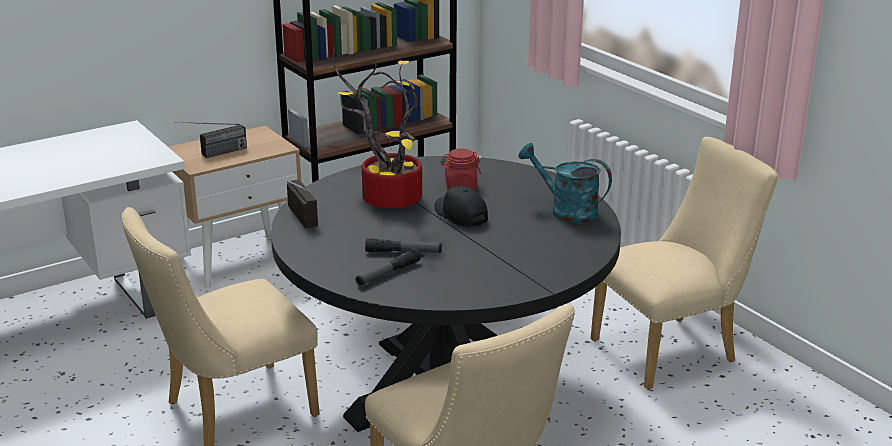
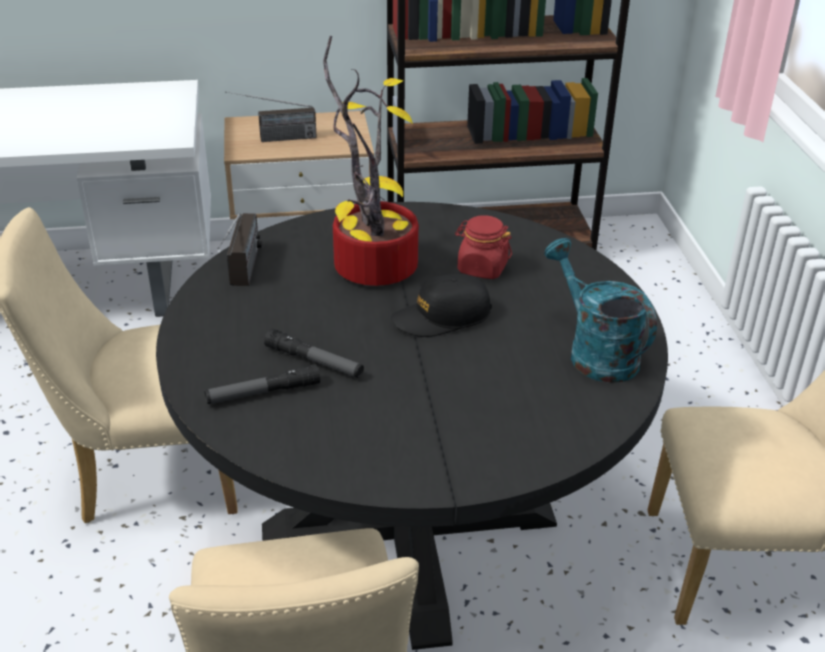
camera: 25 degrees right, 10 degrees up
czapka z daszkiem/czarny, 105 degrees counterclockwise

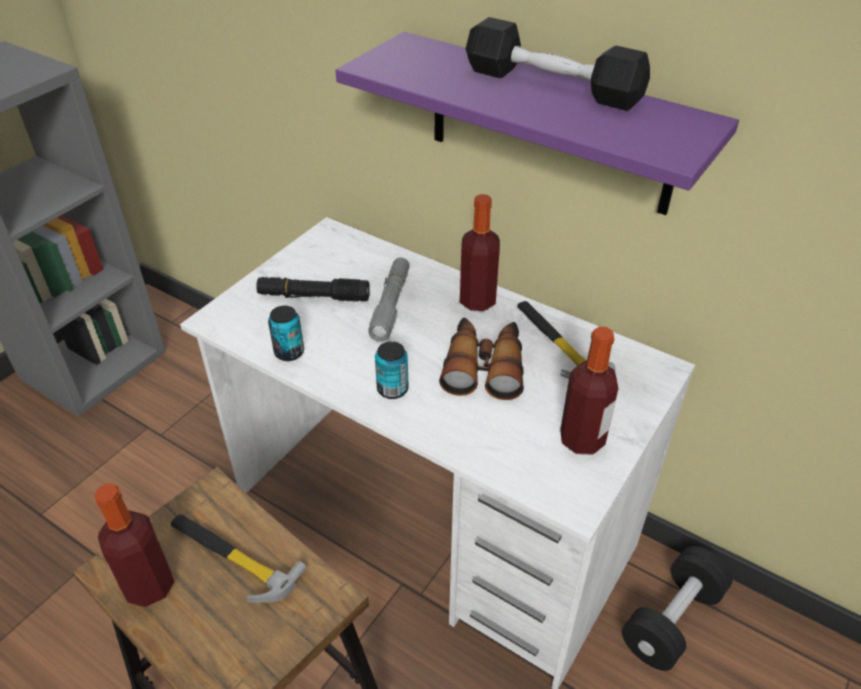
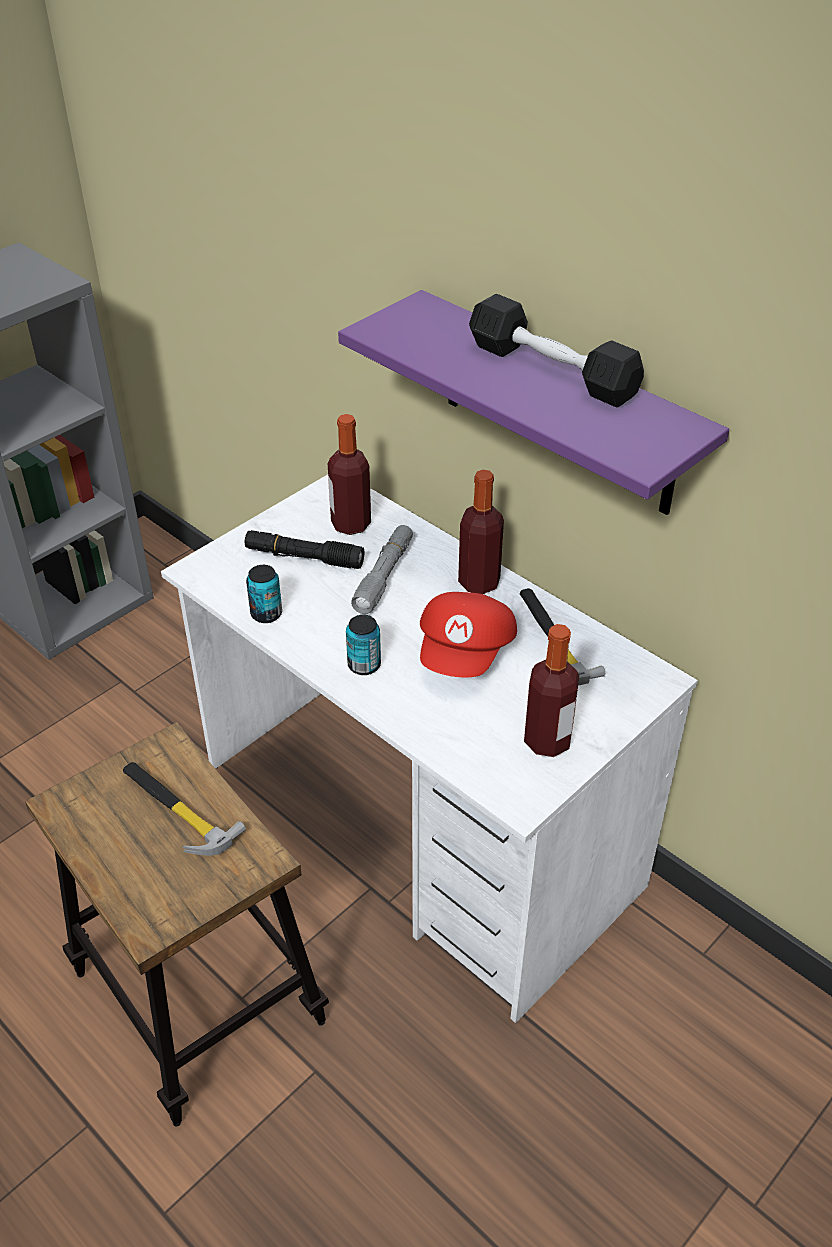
camera: 10 degrees right, 0 degrees up
hantel/czarny (no. 2 from left) → -
butelka (no. 1 from left), relocated
lornetka → czapka z daszkiem/czerwony

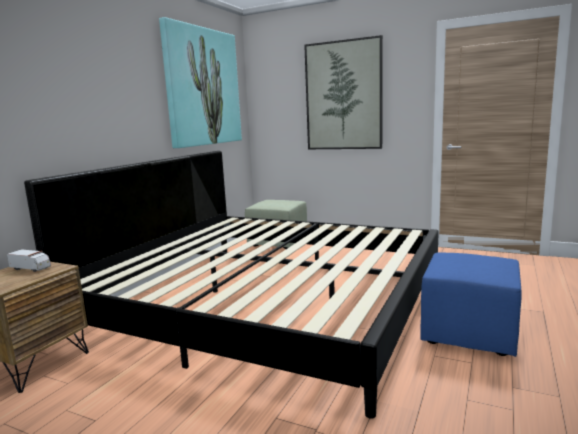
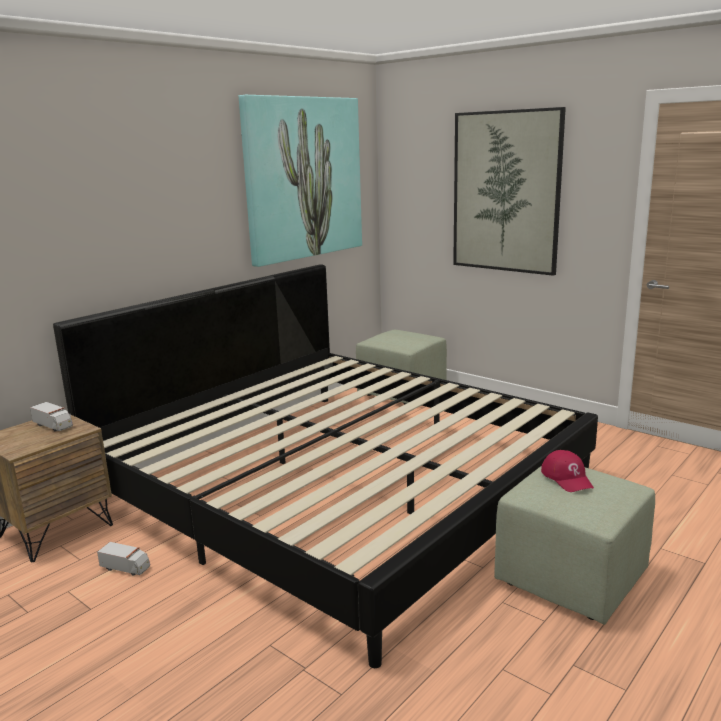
camera: 15 degrees right, 5 degrees up
- → ciężarówka zabawkowa (no. 2 from left)
- → czapka z daszkiem/czerwony
pufa/niebieski → pufa/zielony (no. 2 from left)

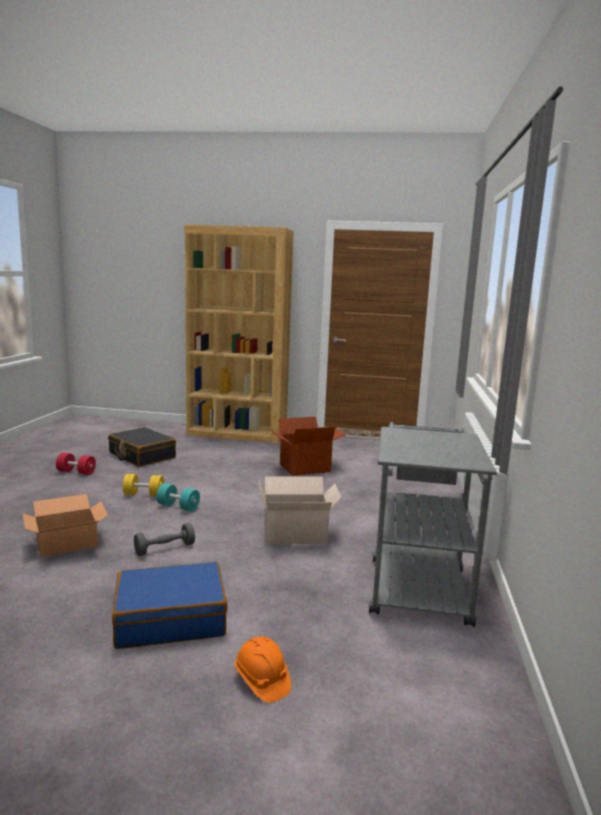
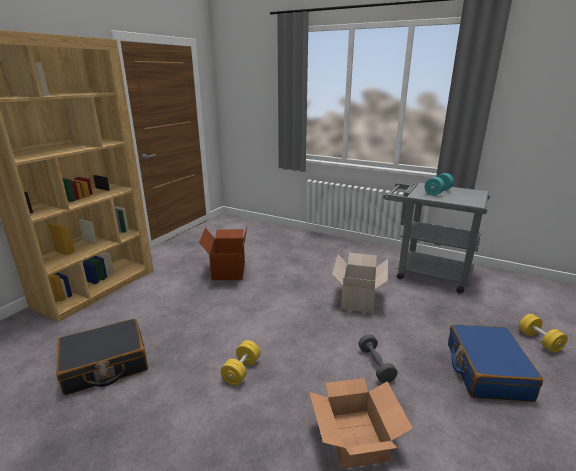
camera: 70 degrees left, 10 degrees up
hantel/czerwony → -
hantel/turkusowy, relocated
kask/pomarańczowy → hantel/żółty (no. 2 from left)

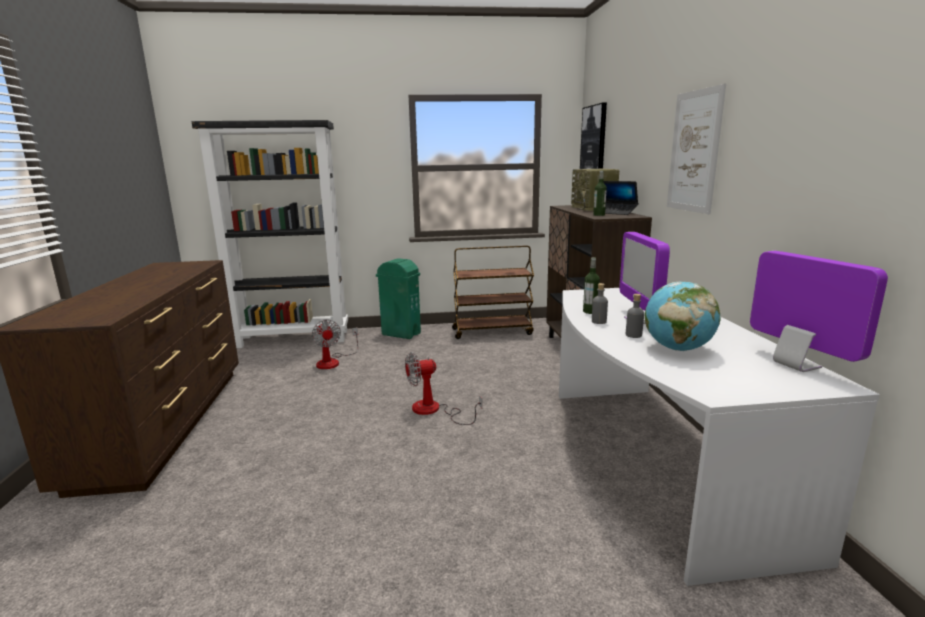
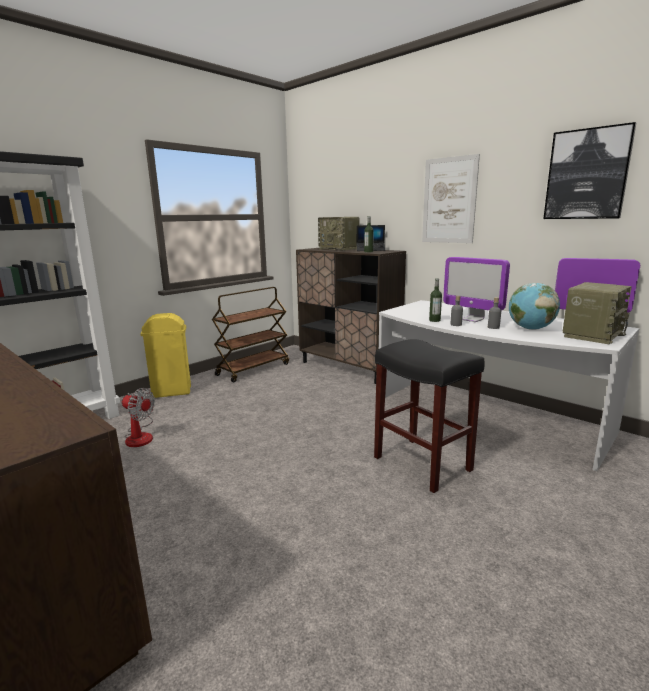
camera: 40 degrees left, 0 degrees up
wentylator (no. 2 from left) → -
- → stołek/czarny
- → radio (no. 2 from left)
obraz (no. 1 from left in the first image) → obraz (no. 2 from left), relocated
kosz na śmieci/zielony → kosz na śmieci/żółty

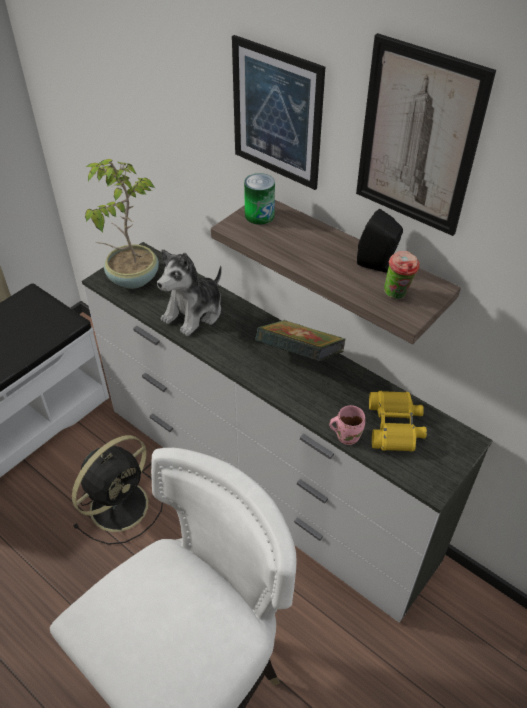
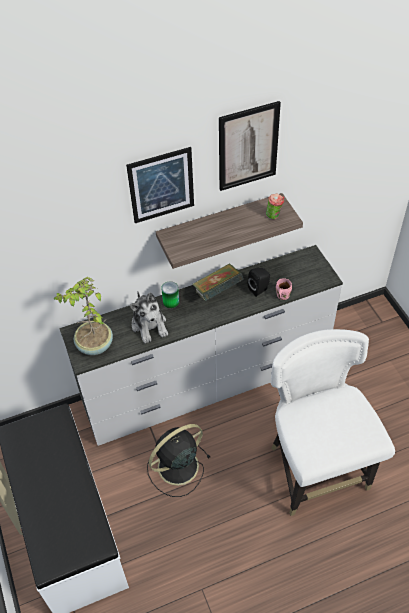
camera: 60 degrees left, 5 degrees up
lornetka/żółty → -
puszka, relocated
głośnik/czarny, relocated
wentylator/czarny, 105 degrees counterclockwise

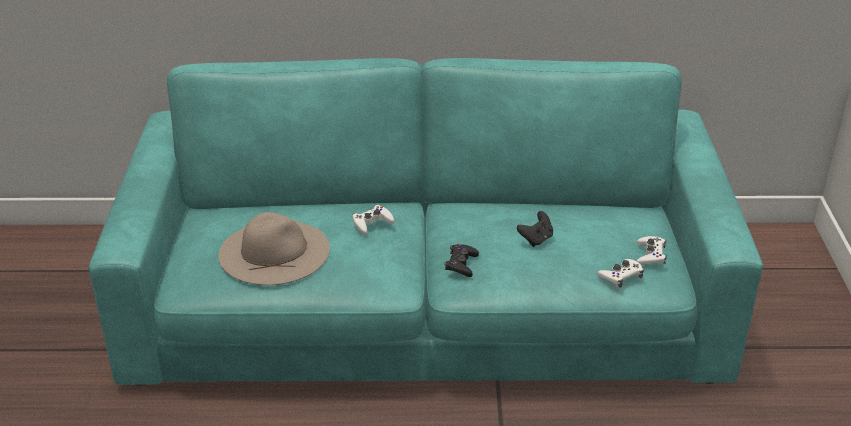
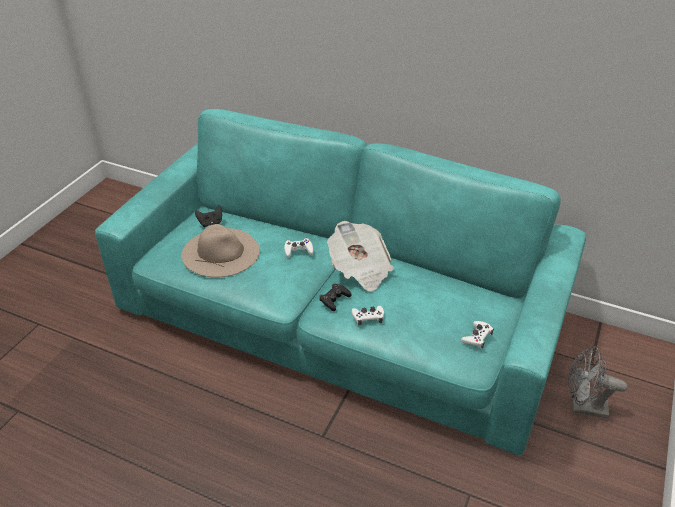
camera: 25 degrees right, 5 degrees up
- → gazeta
- → wentylator/szary
pad do gier/czarny (no. 2 from left in the first image) → pad do gier/czarny (no. 1 from left), relocated
pad do gier/biały (no. 2 from left), relocated

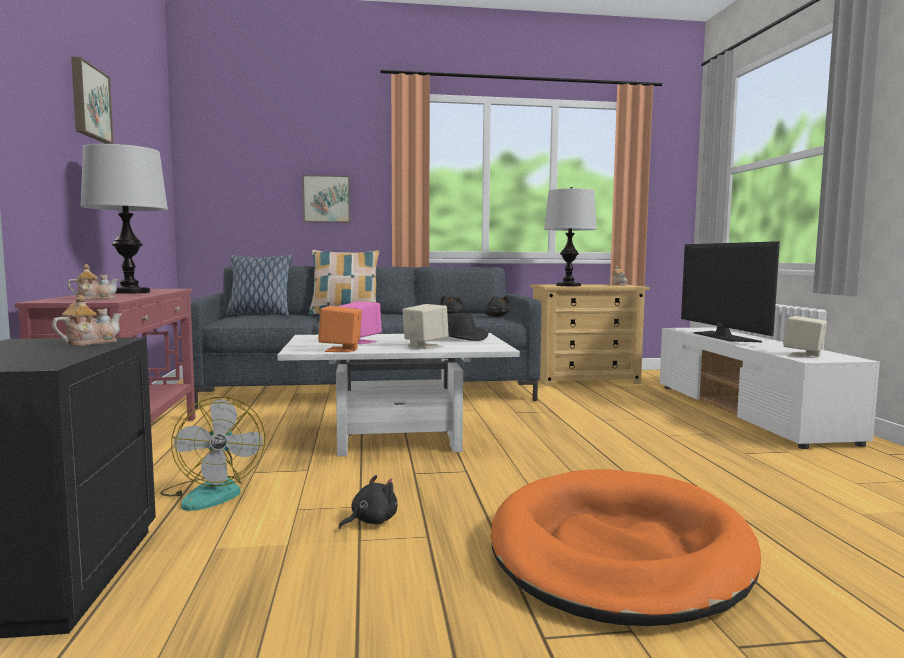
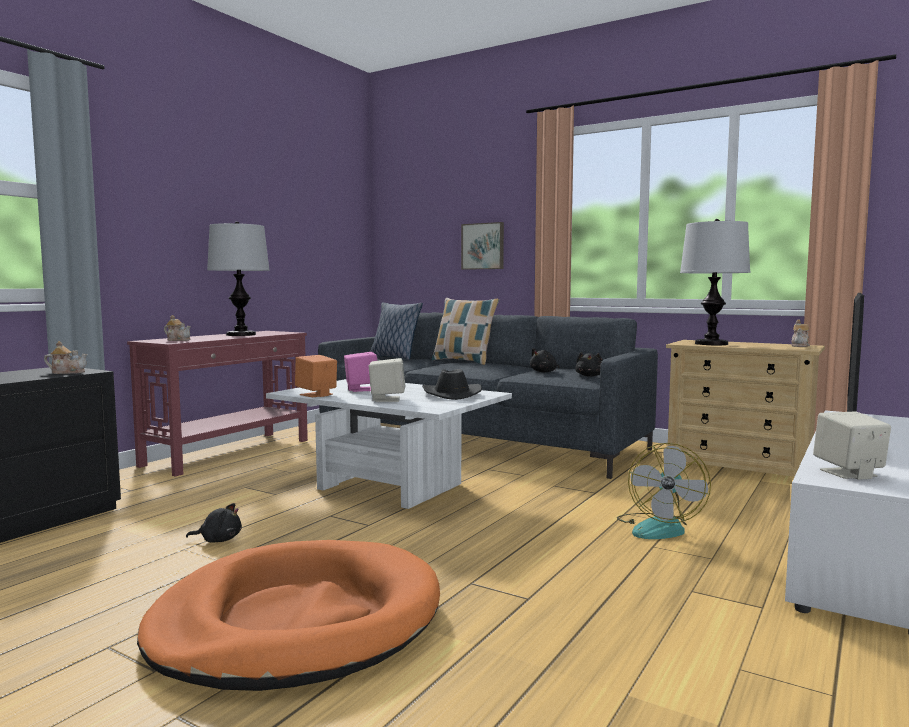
camera: 40 degrees right, 0 degrees up
obraz (no. 1 from left) → -
wentylator, relocated

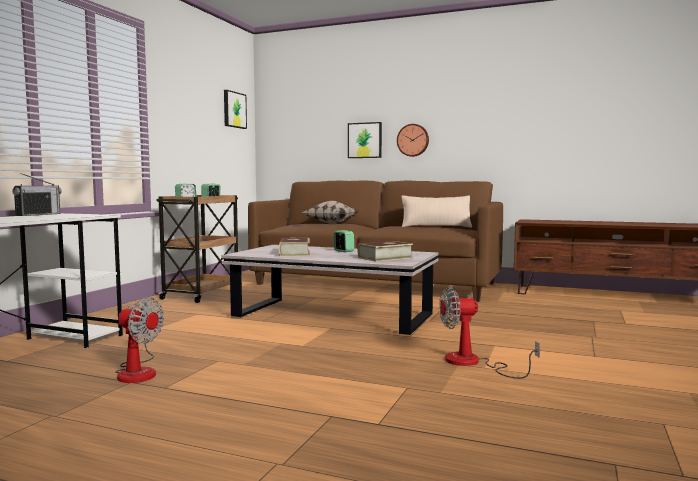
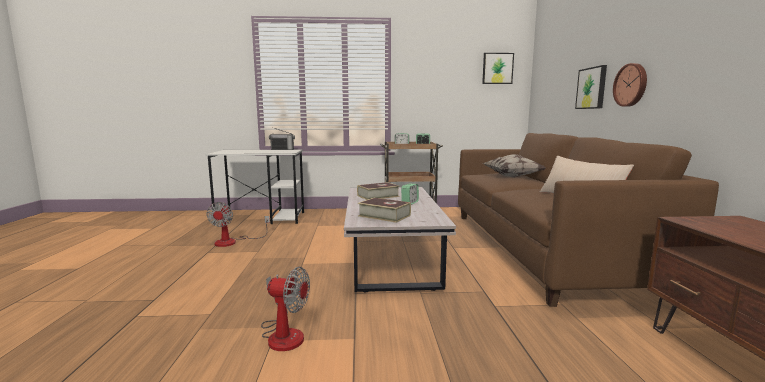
camera: 65 degrees right, 5 degrees up
wentylator (no. 2 from left), 135 degrees clockwise

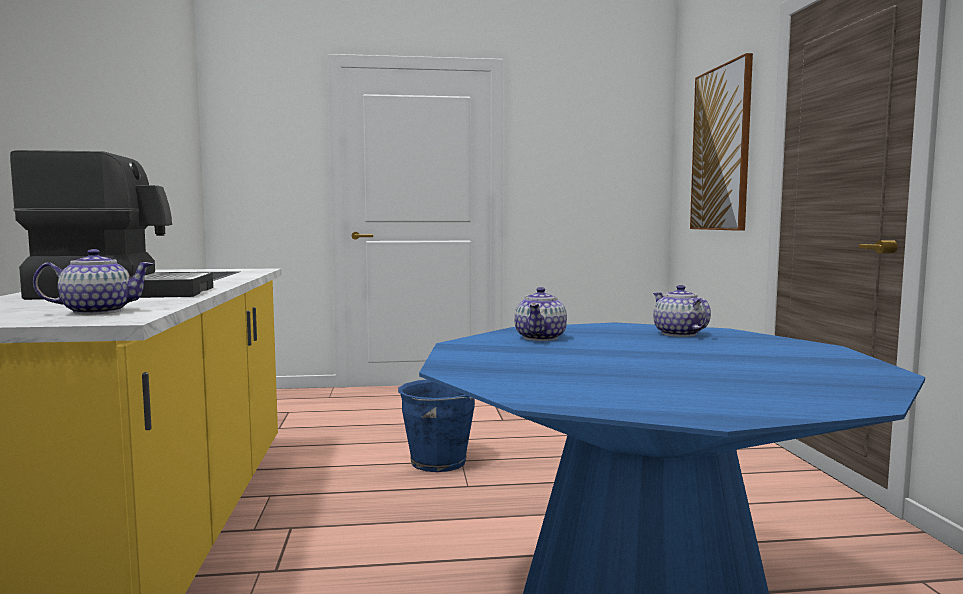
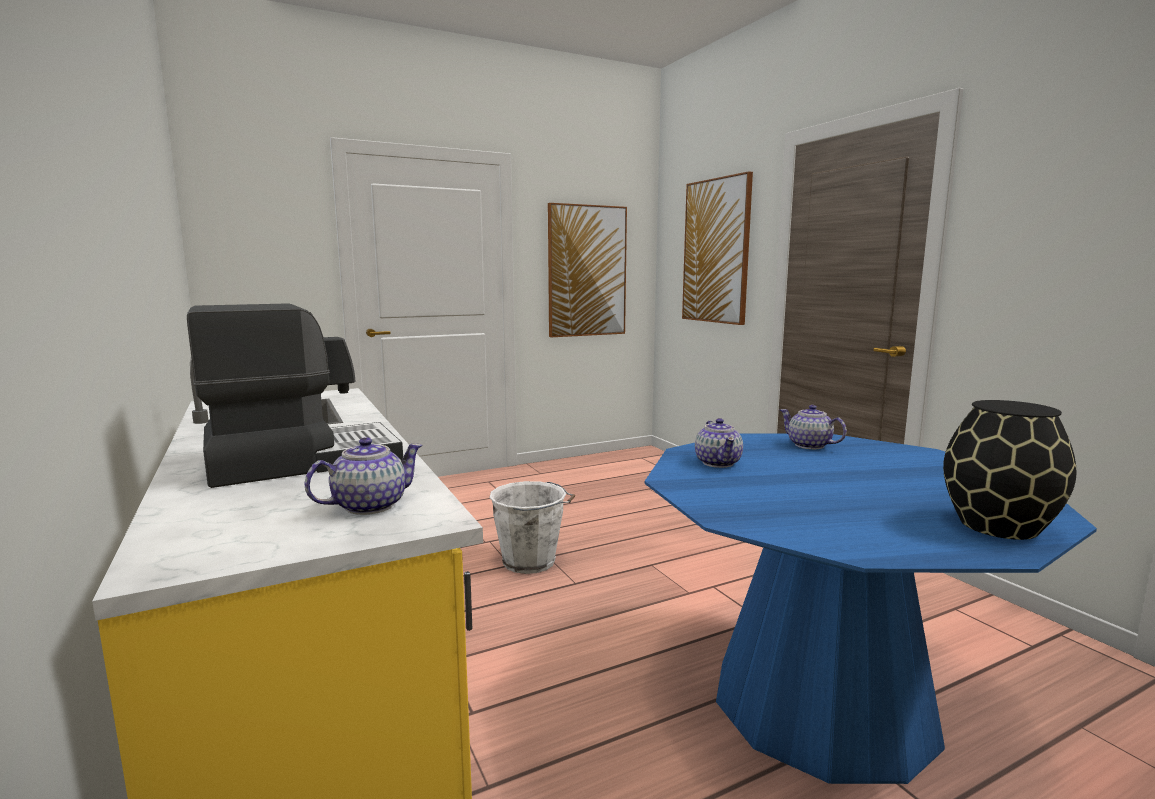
camera: 20 degrees left, 5 degrees up
- → obraz (no. 1 from left)
- → wazon/czarny
wiadro/niebieski → wiadro/biały

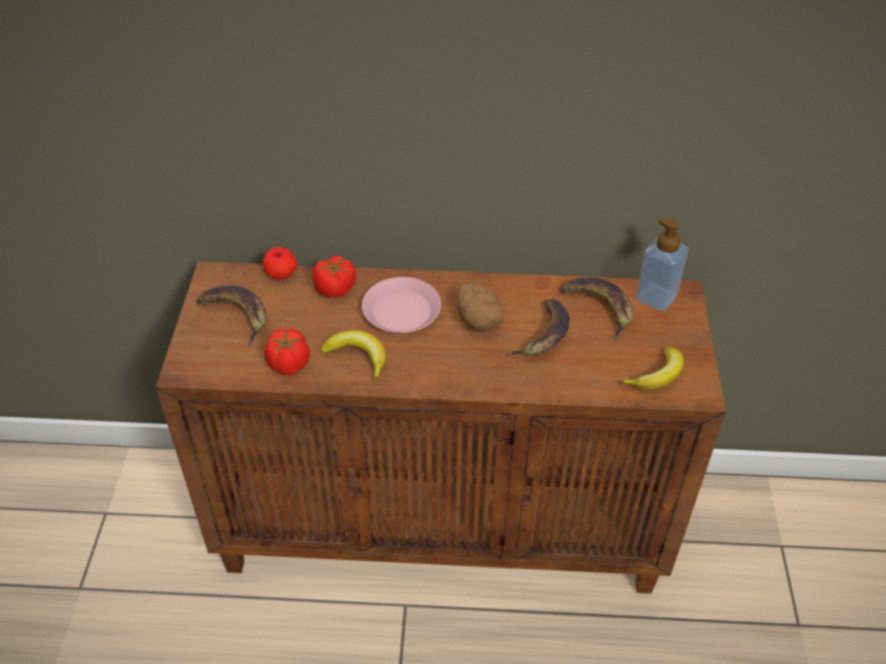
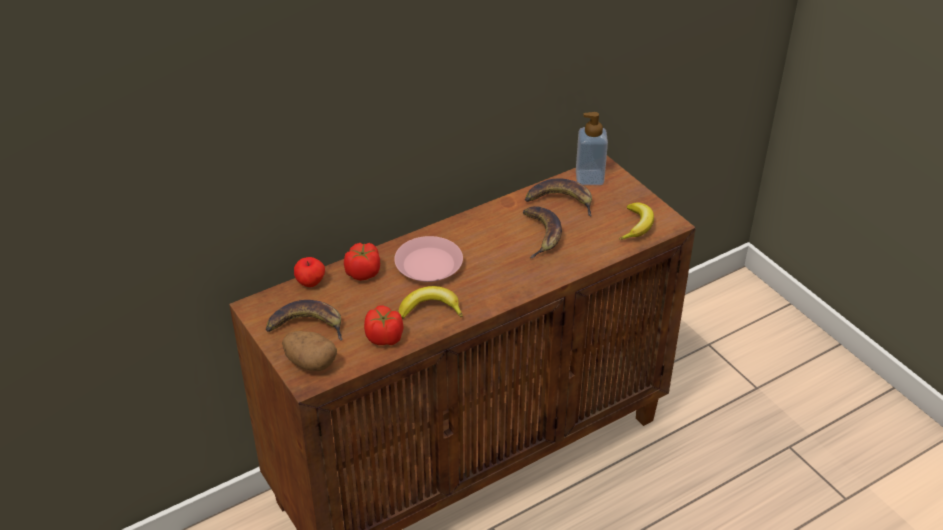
camera: 35 degrees left, 5 degrees down
ziemniak, relocated

